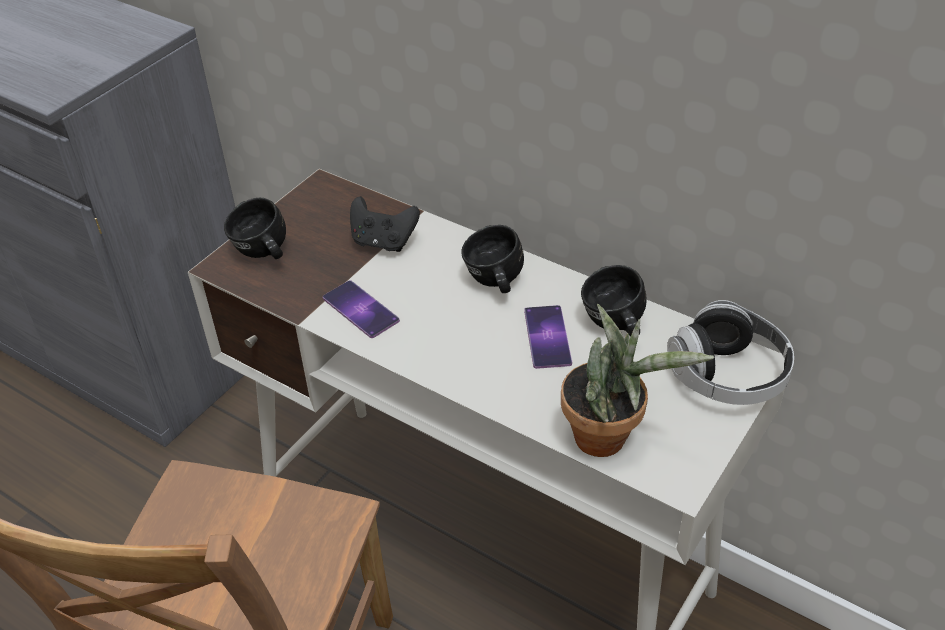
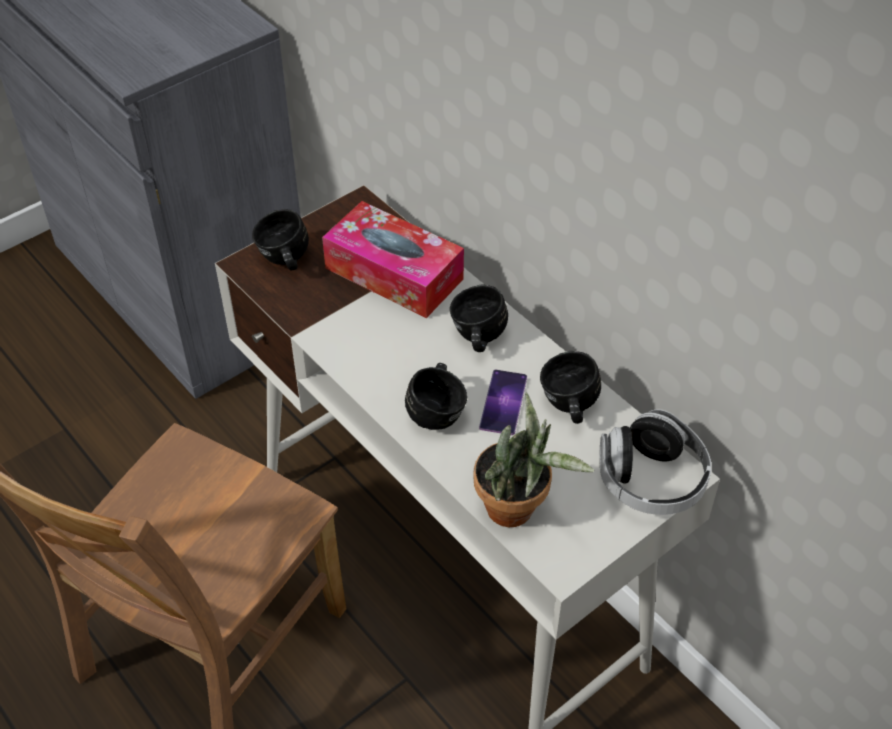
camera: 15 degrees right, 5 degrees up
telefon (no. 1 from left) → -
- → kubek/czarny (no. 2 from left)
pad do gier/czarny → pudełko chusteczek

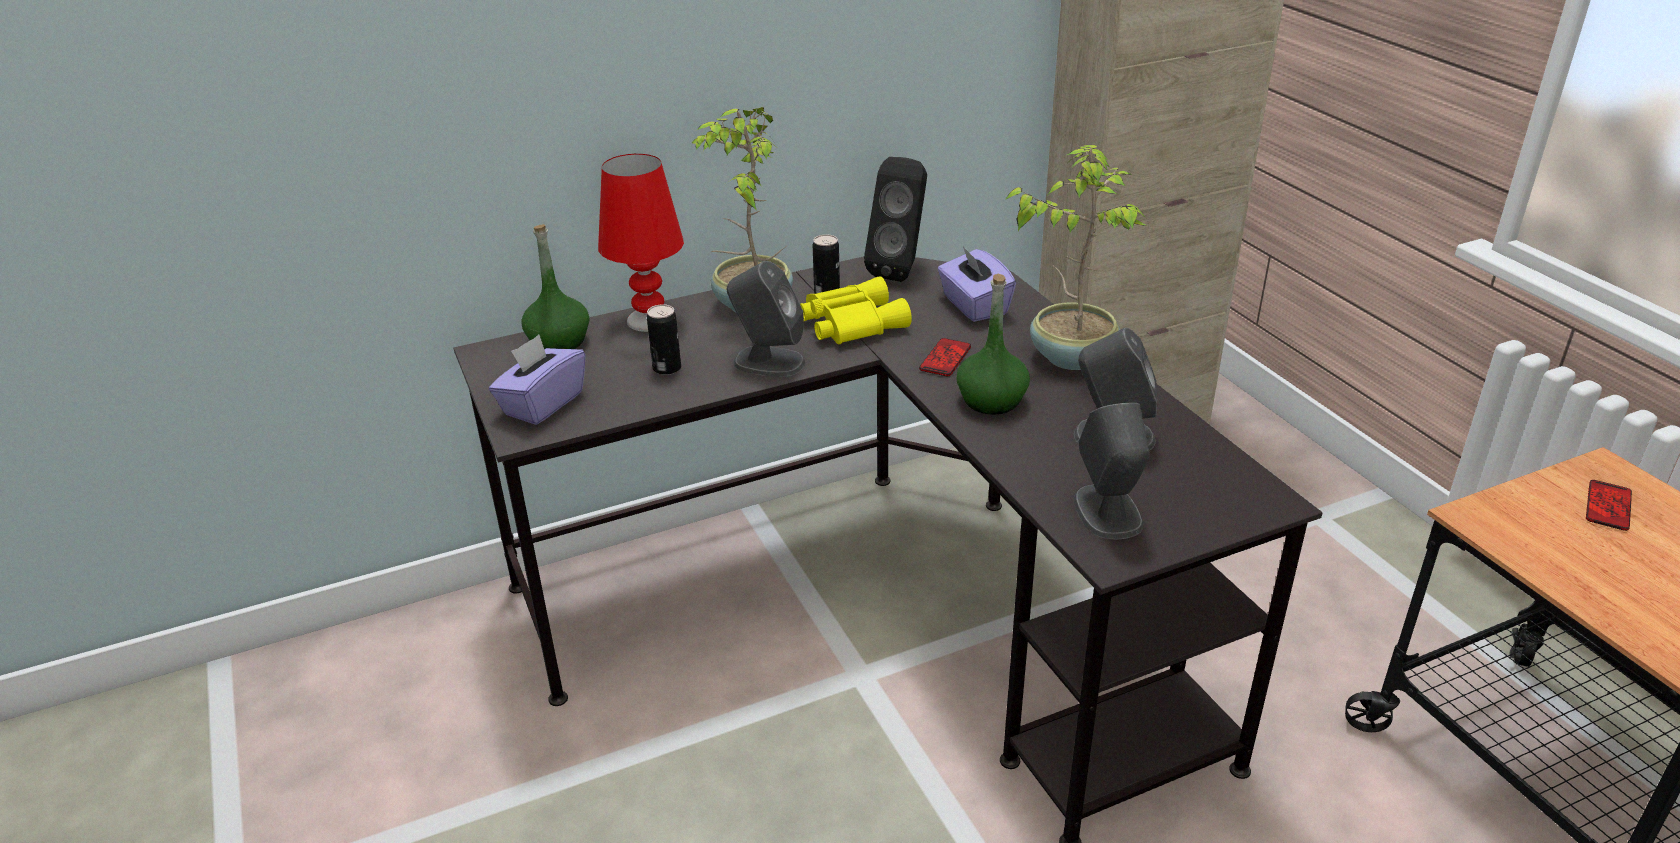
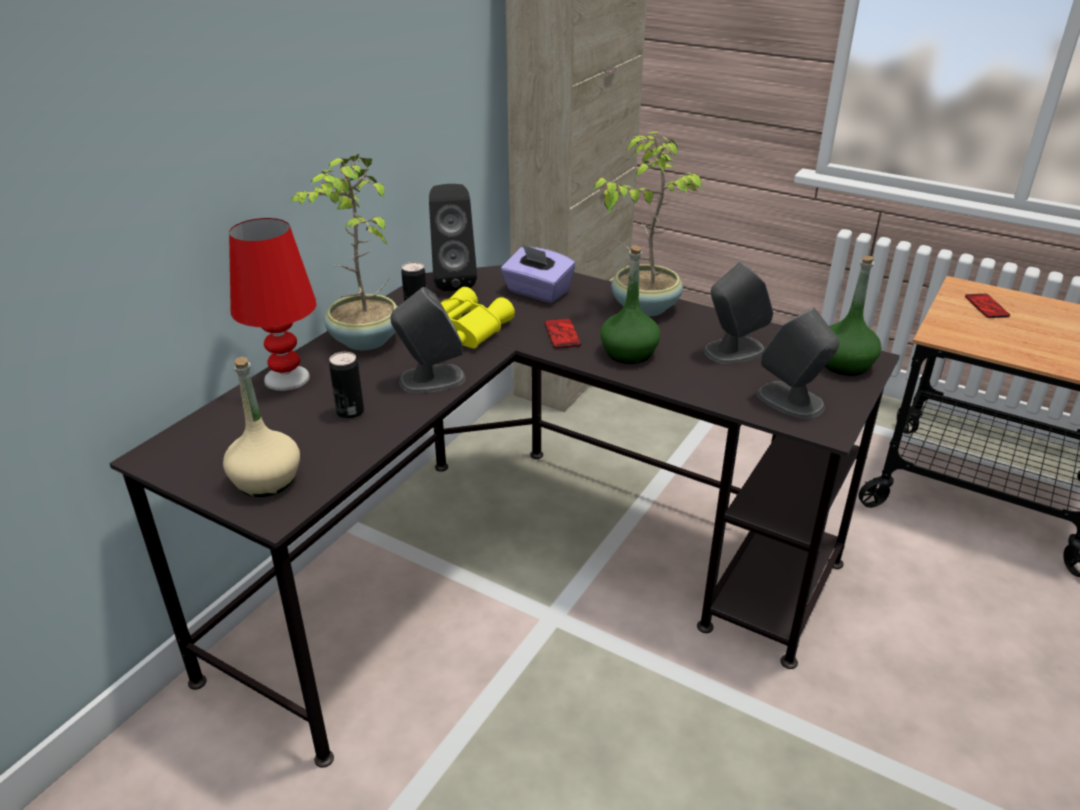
camera: 35 degrees left, 0 degrees up
butelka/zielony (no. 1 from left in the first image) → butelka/zielony (no. 2 from left), relocated
pudełko chusteczek/fioletowy (no. 1 from left) → butelka/beżowy

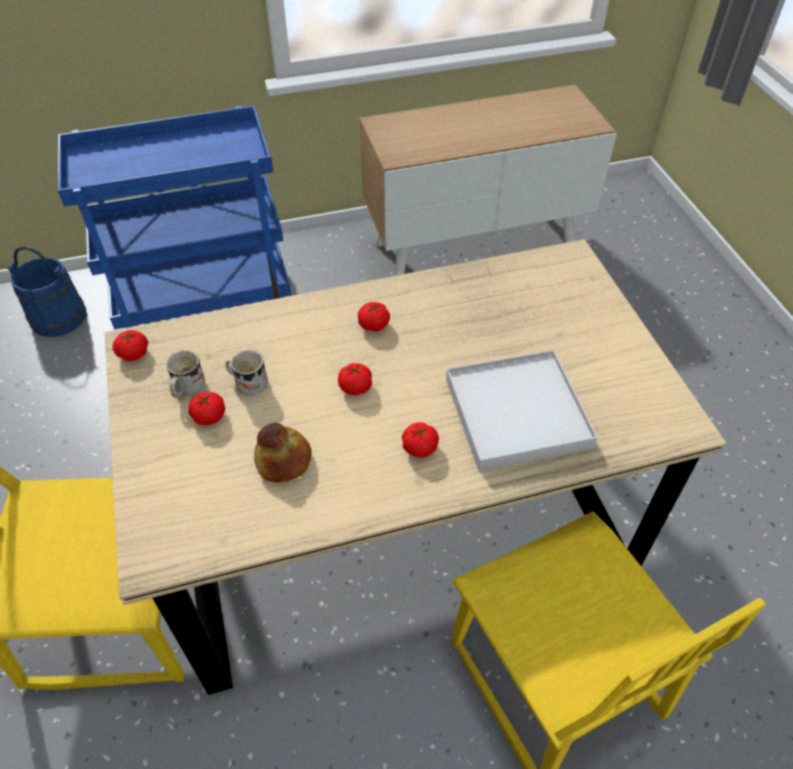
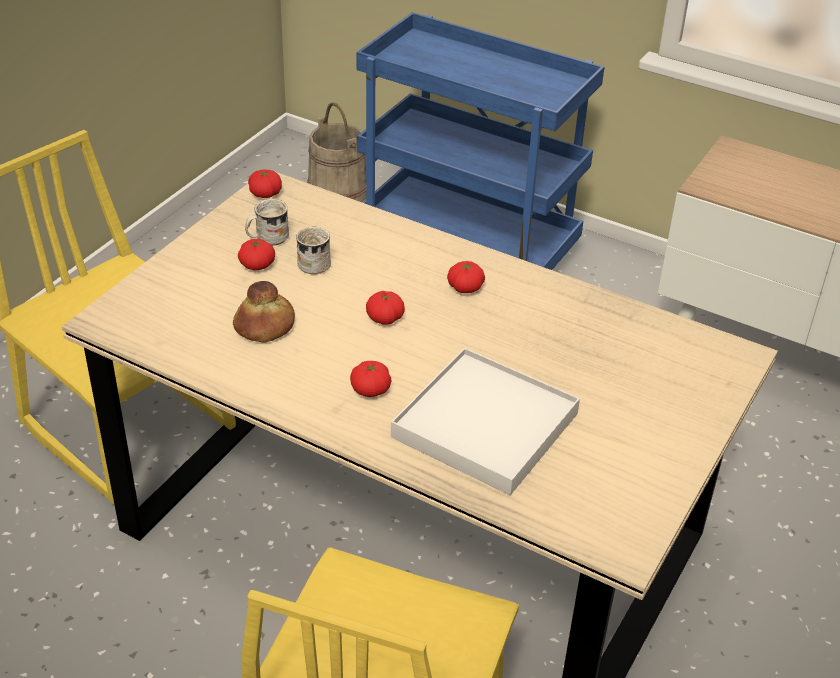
camera: 45 degrees right, 10 degrees down
wiadro/niebieski → wiadro/beżowy

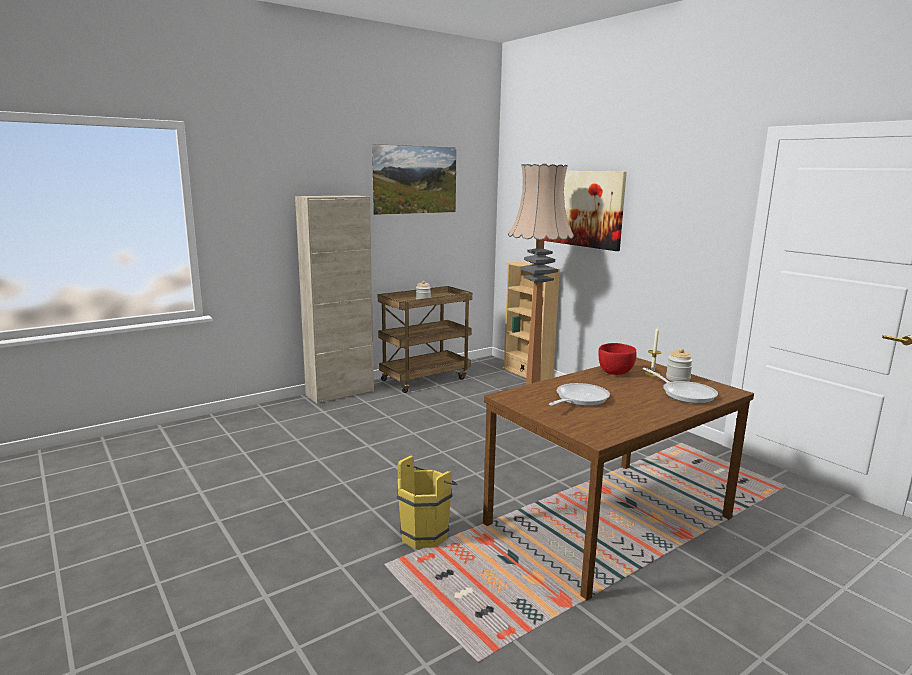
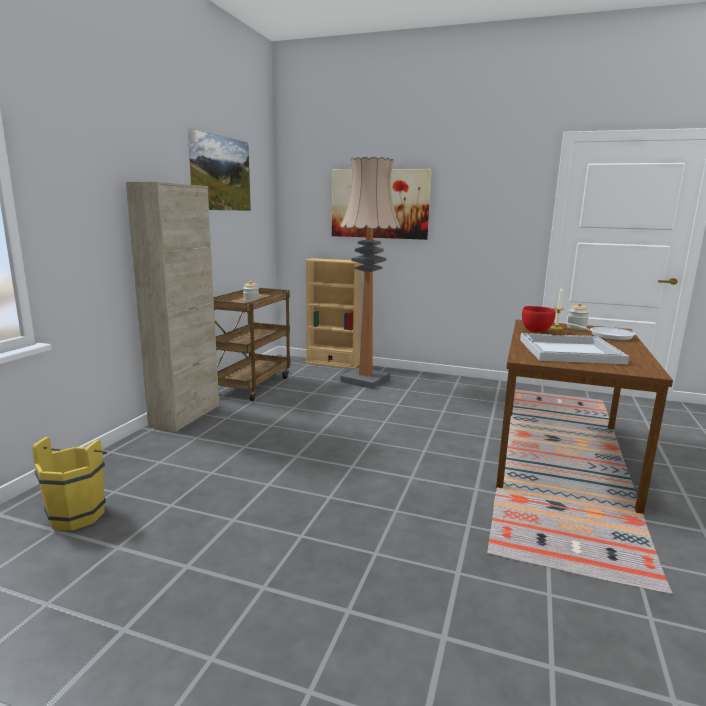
camera: 35 degrees left, 0 degrees up
wiadro/żółty, relocated
patelnia (no. 1 from left) → taca/biały

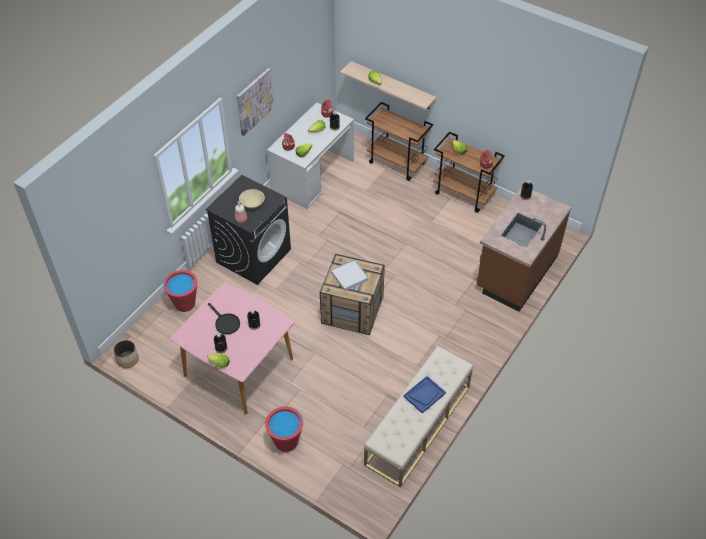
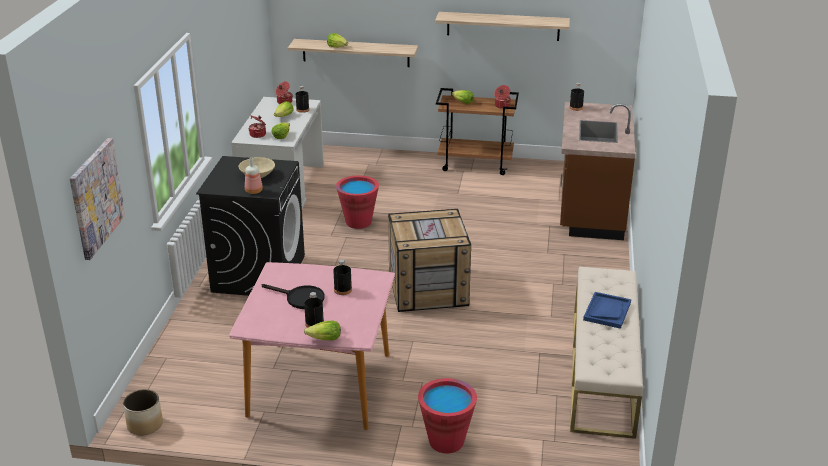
camera: 25 degrees left, 20 degrees down
taca/biały → -
wózek/brązowy (no. 1 from left) → -
- → półka (no. 2 from left)
wiadro/czerwony (no. 1 from left), relocated
obraz, relocated

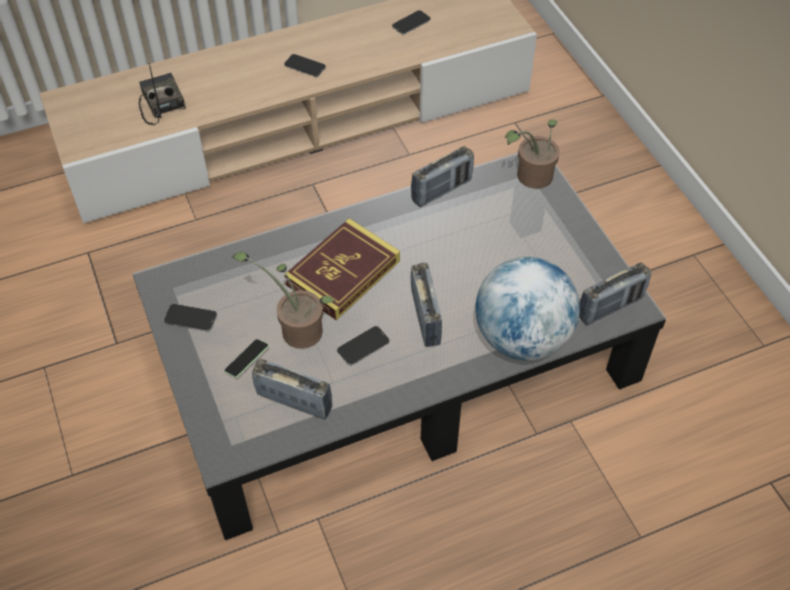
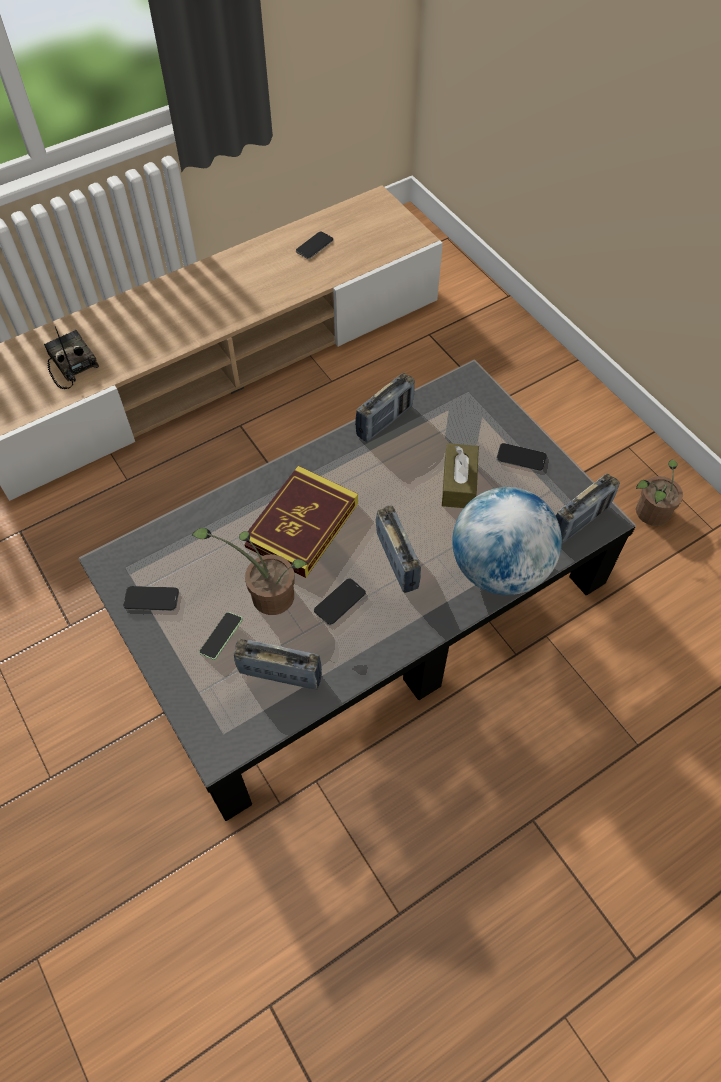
camera: 10 degrees left, 5 degrees up
- → pudełko chusteczek/brązowy
telefon (no. 3 from left in the first image) → telefon (no. 5 from left), relocated
roślina doniczkowa (no. 2 from left), relocated

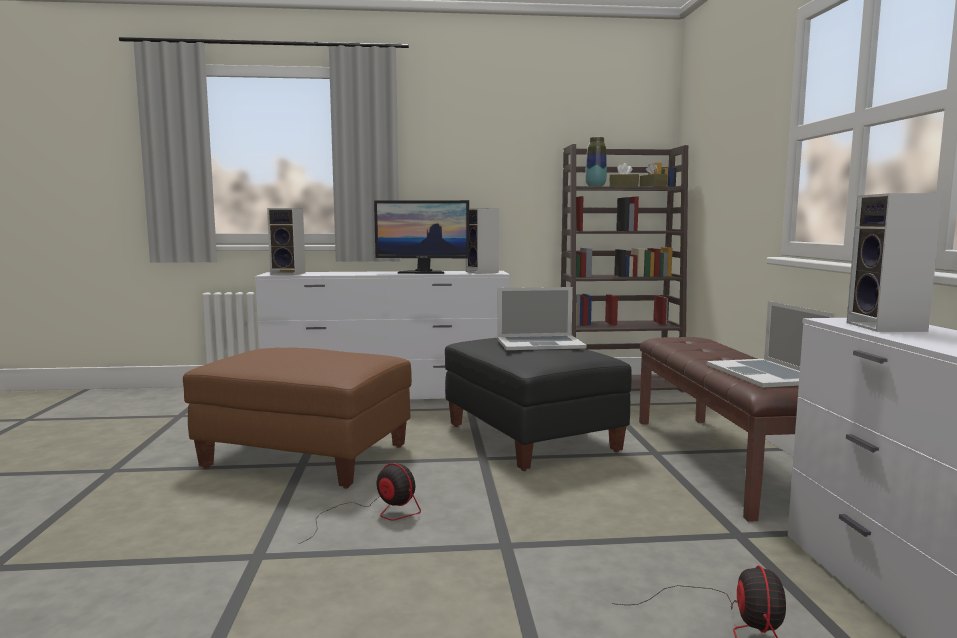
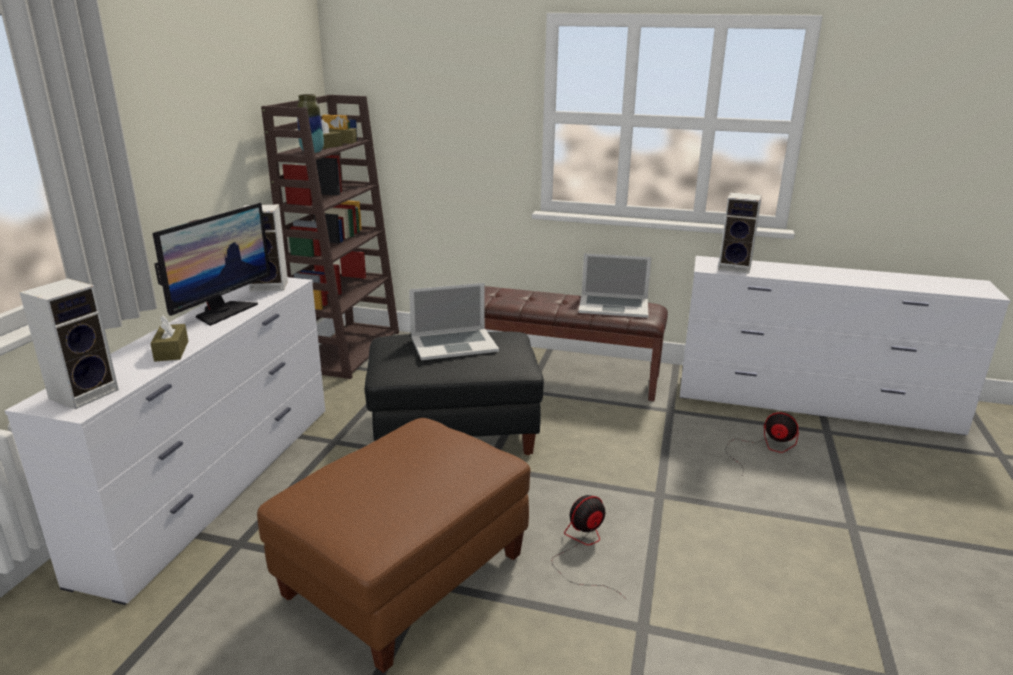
camera: 70 degrees left, 15 degrees up
- → pudełko chusteczek/brązowy (no. 1 from left)
laptop (no. 1 from left), 60 degrees clockwise

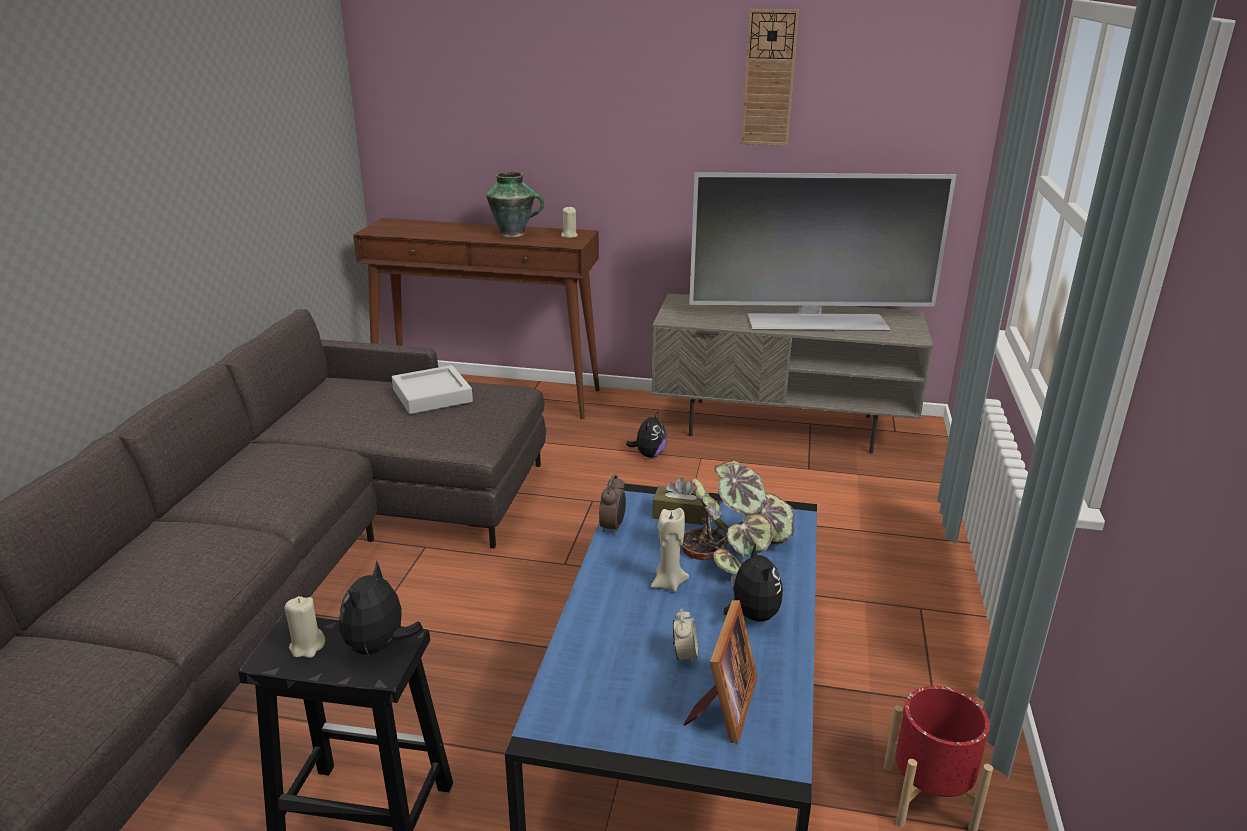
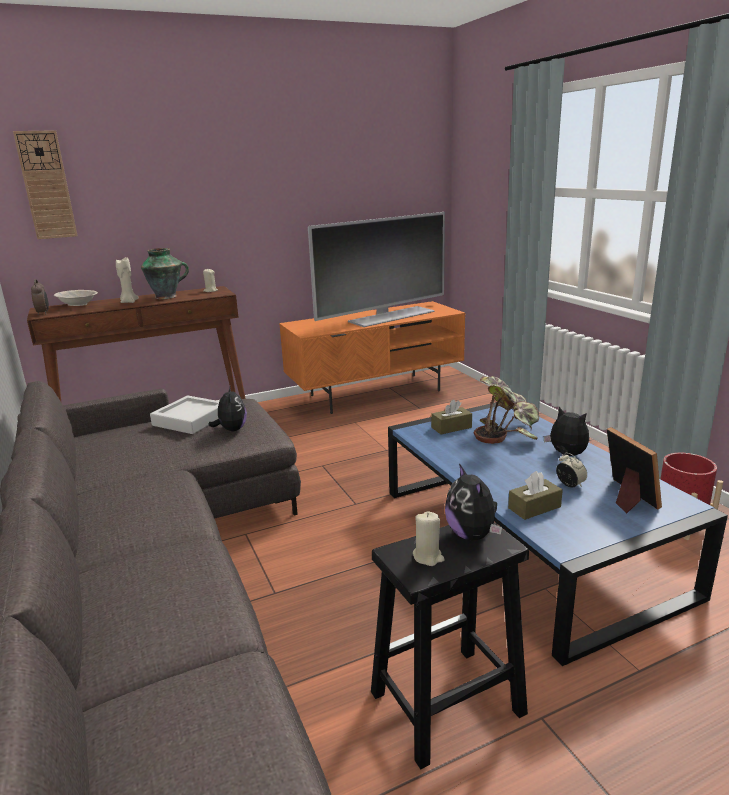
camera: 35 degrees left, 5 degrees down
- → miska/beżowy
- → pudełko chusteczek/brązowy (no. 2 from left)
budzik (no. 1 from left), relocated
pluszak (no. 2 from left in the first image) → pluszak (no. 1 from left), relocated
świeca/beżowy (no. 3 from left in the first image) → świeca/beżowy (no. 1 from left), relocated
zegar ścienny, relocated
szafka pod telewizor/szary → szafka pod telewizor/pomarańczowy

